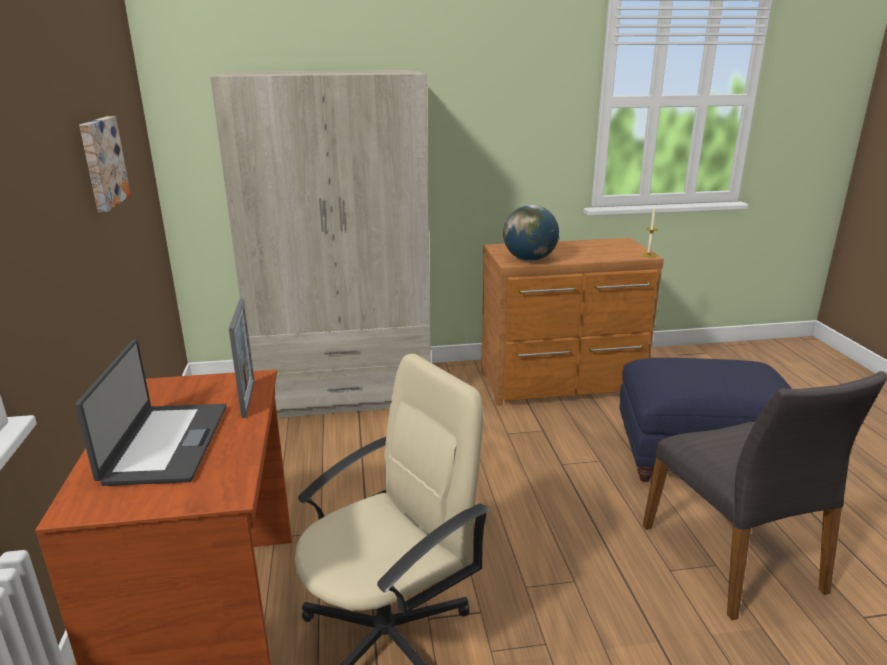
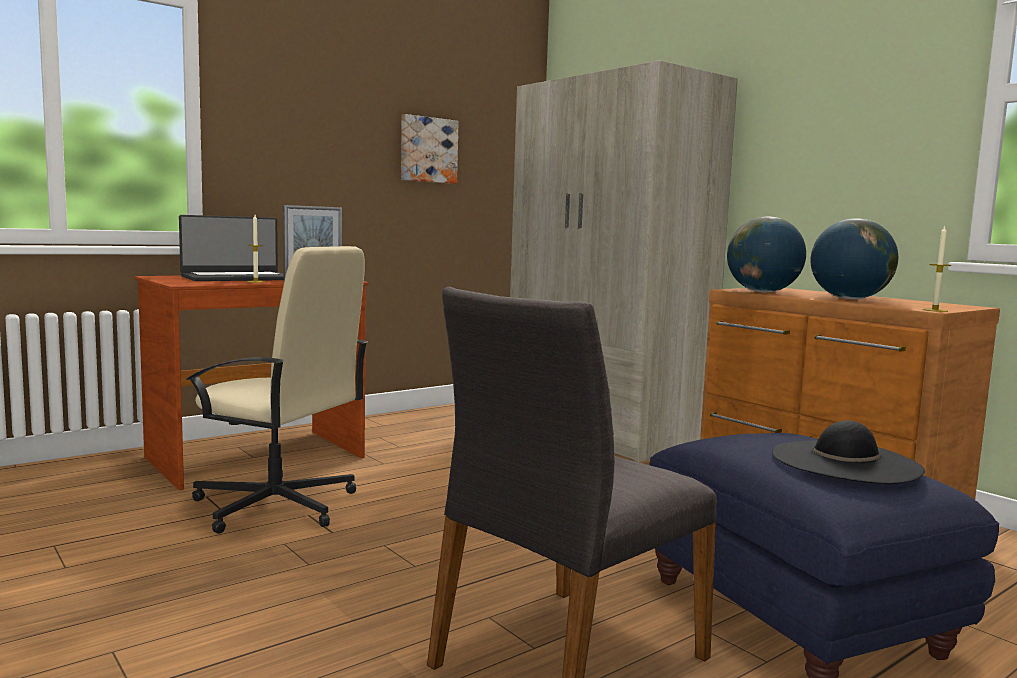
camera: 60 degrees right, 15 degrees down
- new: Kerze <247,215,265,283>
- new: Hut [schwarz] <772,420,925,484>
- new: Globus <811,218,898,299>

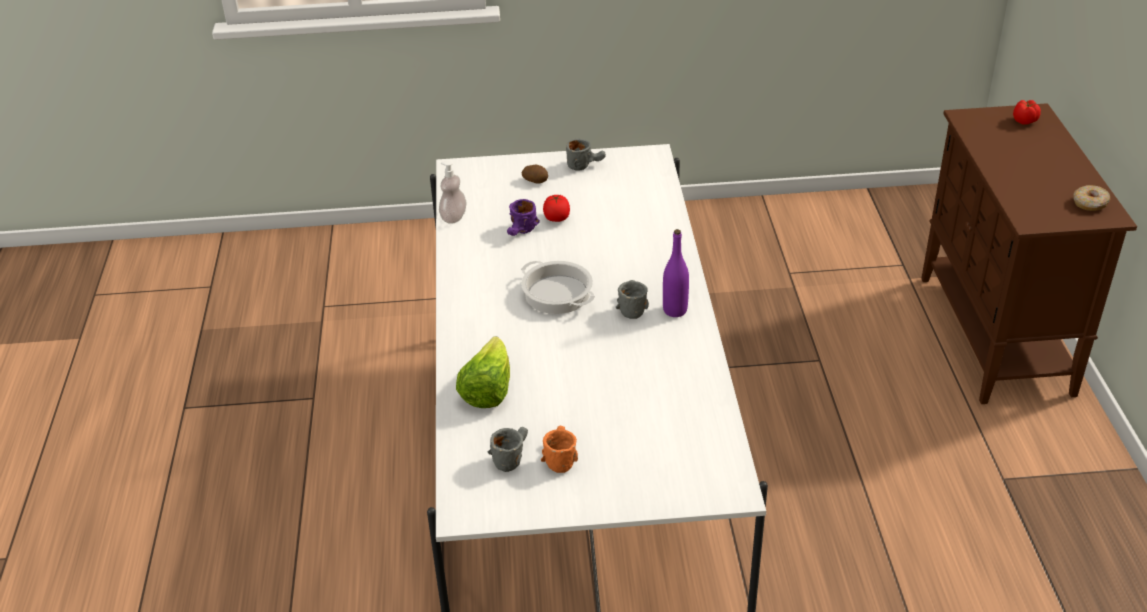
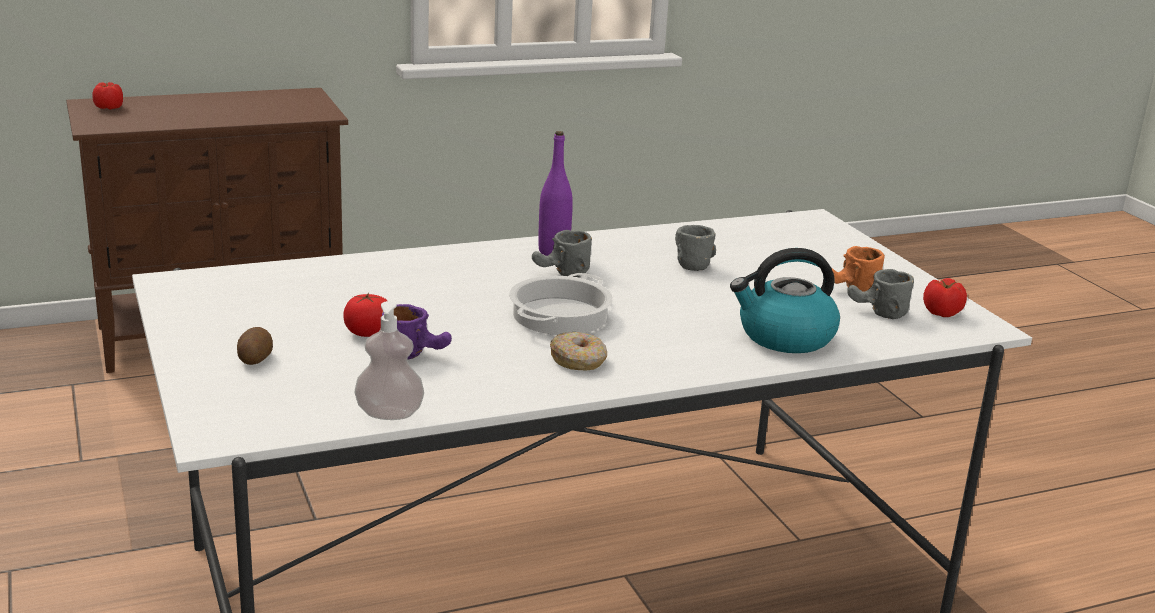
camera: 110 degrees left, 15 degrees down
- shifted: Donut <1073,185,1110,211> to <550,332,607,370>
- shifted: Henkelbecher [grau] <566,139,606,171> to <675,225,716,271>
- swapped: Salatkopf <456,336,510,408> to Wasserkessel <730,248,840,353>
- new: Tomate <923,278,967,317>

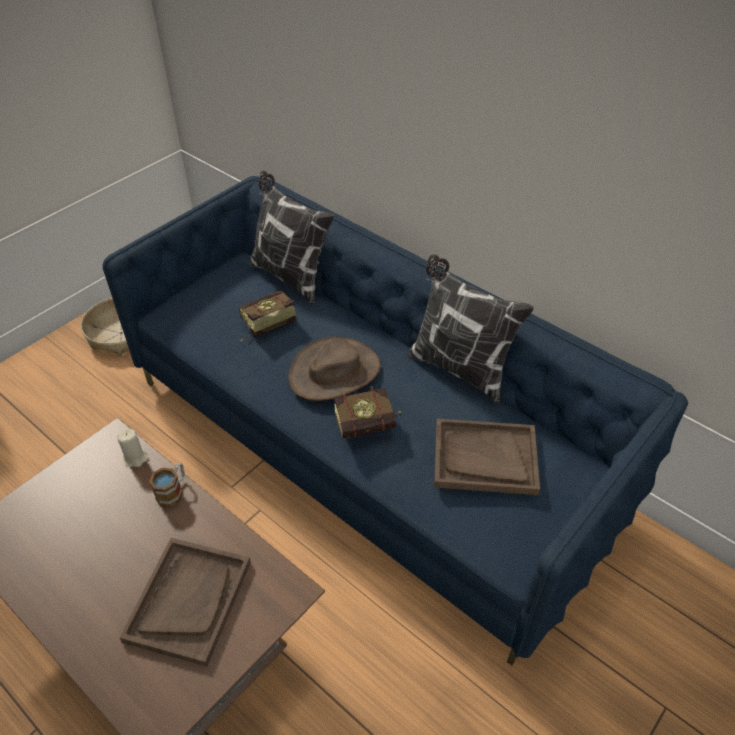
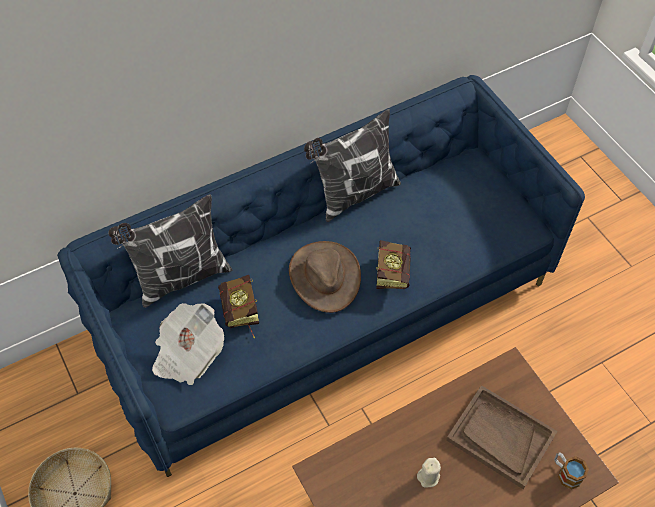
camera: 70 degrees left, 10 degrees up
- new: Zeitung <152,303,224,385>
- shifted: Kerze [beige] <118,429,149,467> to <417,458,441,487>
- shifted: Henkelbecher <149,463,185,508> to <554,452,589,489>
- gone: Tablett [braun] <434,418,540,495>

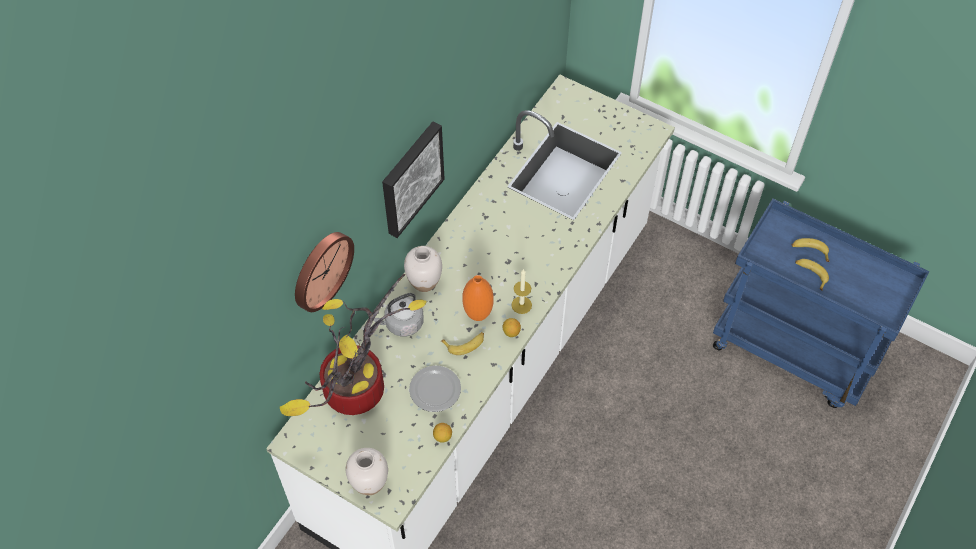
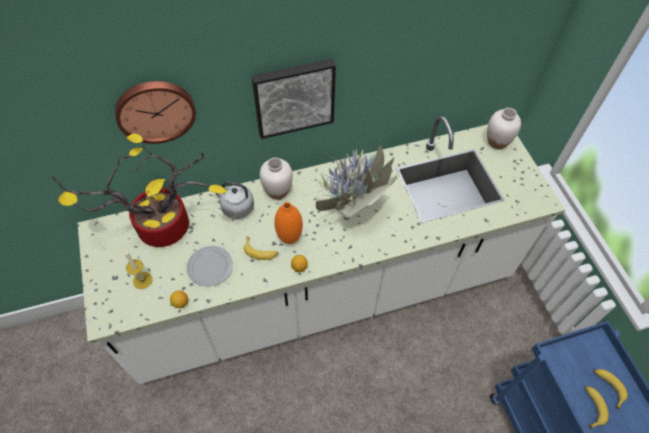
camera: 40 degrees right, 0 degrees up
- shifted: Kerze <512,269,532,314> to <124,250,153,289>
- new: Topfpflanze <303,140,397,218>
- shifted: Vase [weiß] <346,448,388,495> to <487,108,521,149>

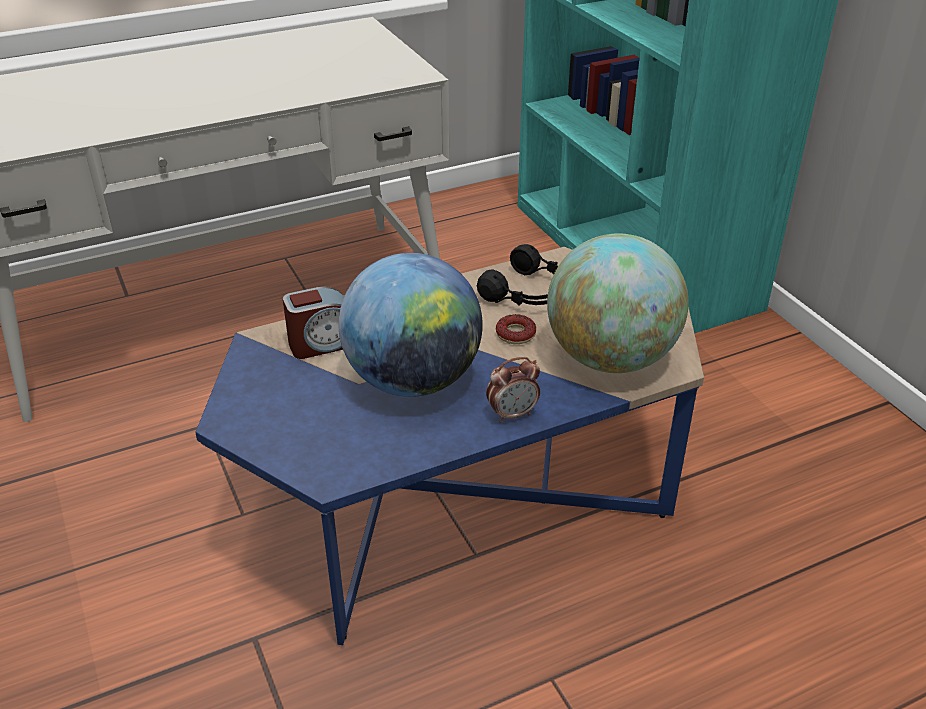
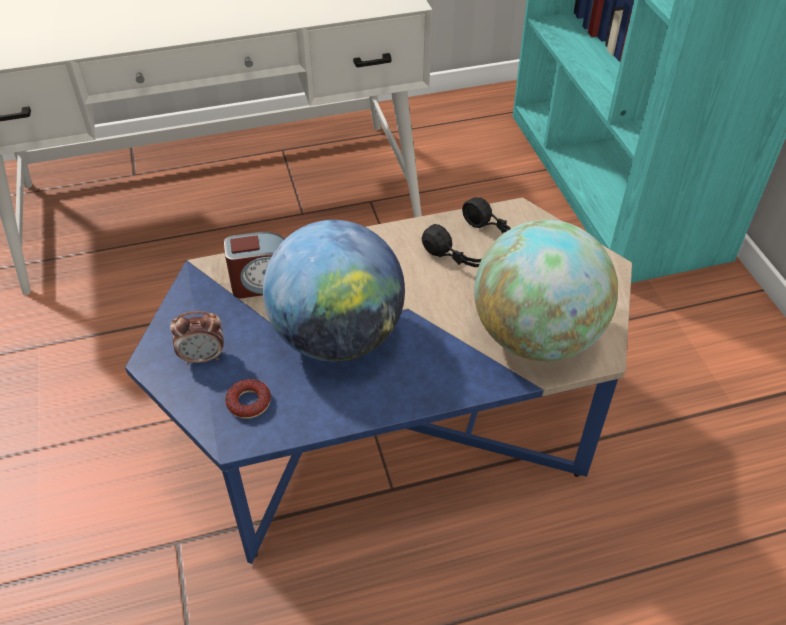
camera: 10 degrees right, 10 degrees up
- shifted: Wecker <486,357,540,423> to <170,311,224,365>
- shifted: Donut <496,314,536,344> to <225,379,271,419>

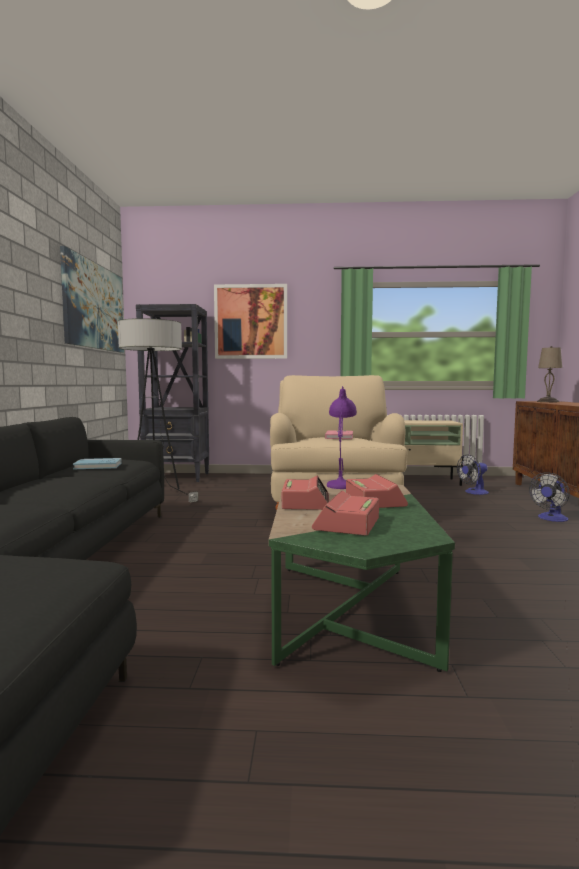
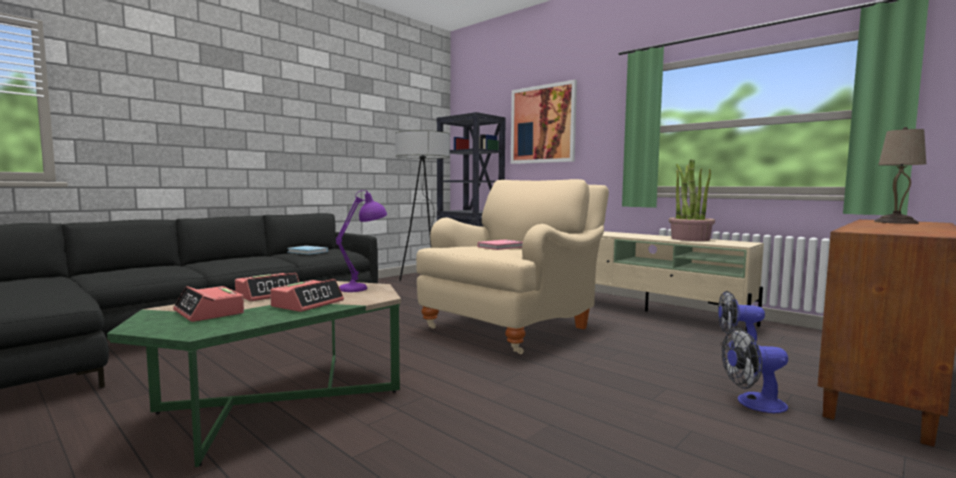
camera: 40 degrees right, 0 degrees up
- rotated: Wecker <312,490,379,536> = <173,286,244,322> 105 degrees counterclockwise
- new: Topfpflanze <669,159,715,241>
- gone: Bild <60,246,124,353>

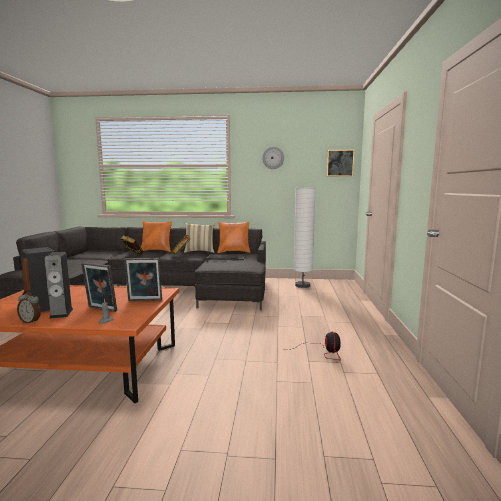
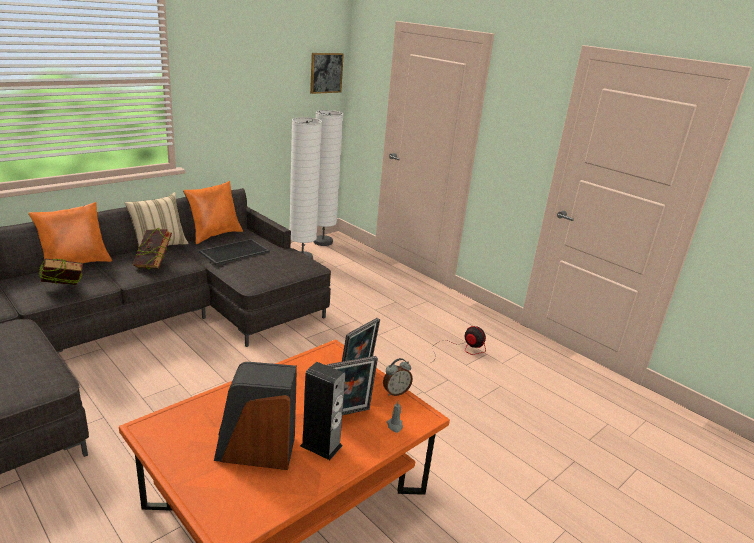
camera: 50 degrees left, 15 degrees up
- new: Stehlampe [weiß] <314,110,344,246>
- shifted: Wecker <17,290,41,324> to <383,358,413,396>
- gone: Wanduhr <262,147,284,169>

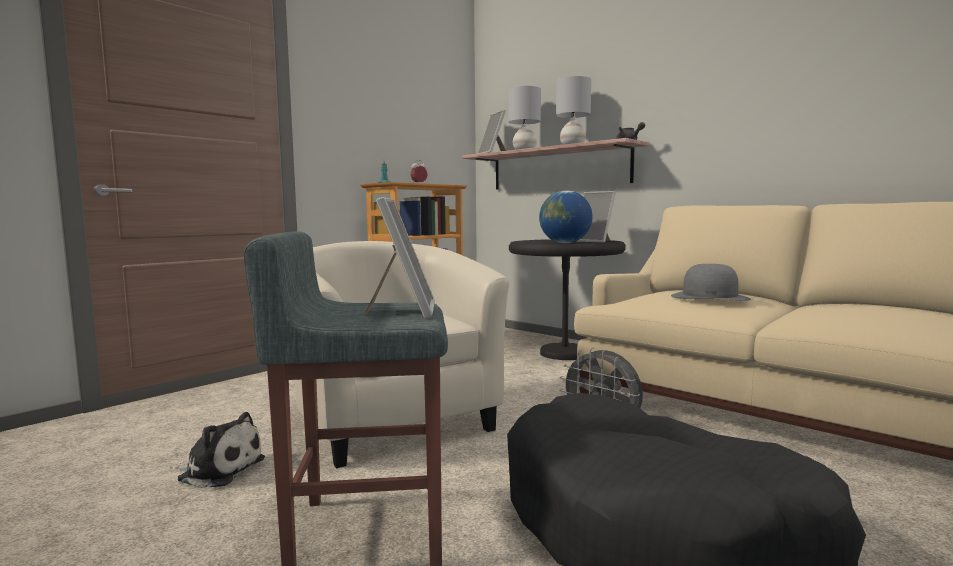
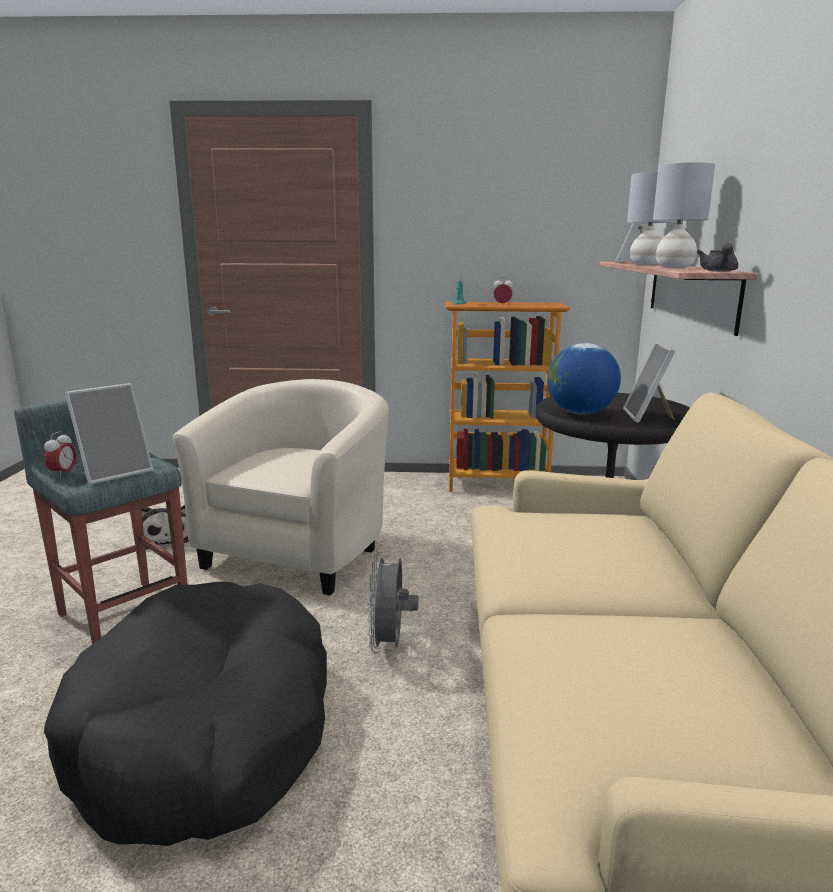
camera: 50 degrees right, 10 degrees up
- new: Wecker <44,431,77,478>
- gone: Hut [grau] <671,264,751,301>

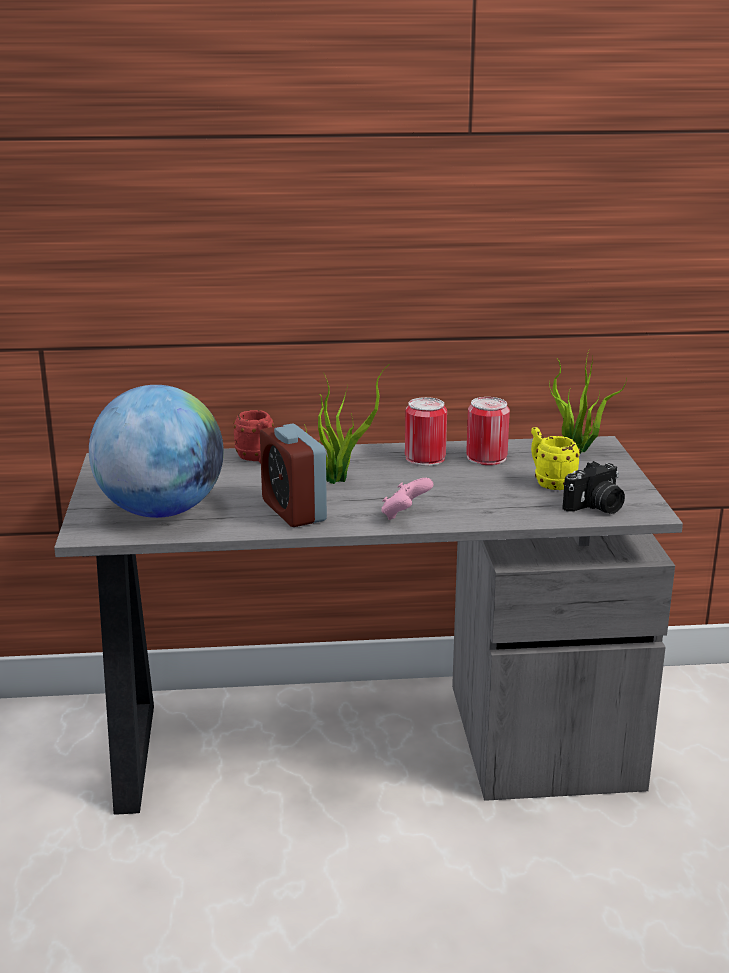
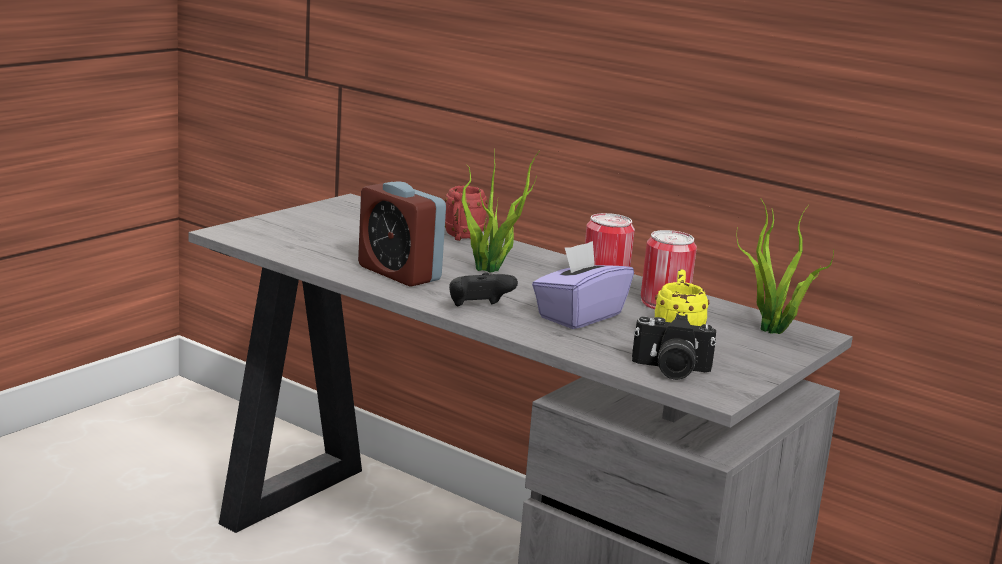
camera: 40 degrees right, 5 degrees down
- rotated: Wecker <260,423,327,527> = <358,181,446,287> 60 degrees counterclockwise
- repainted: Gamepad [rosa] <381,478,433,520> to Gamepad [schwarz] <449,273,518,306>
- new: Taschentuchbox [lila] <532,241,634,329>
- gone: Globus <89,385,224,518>

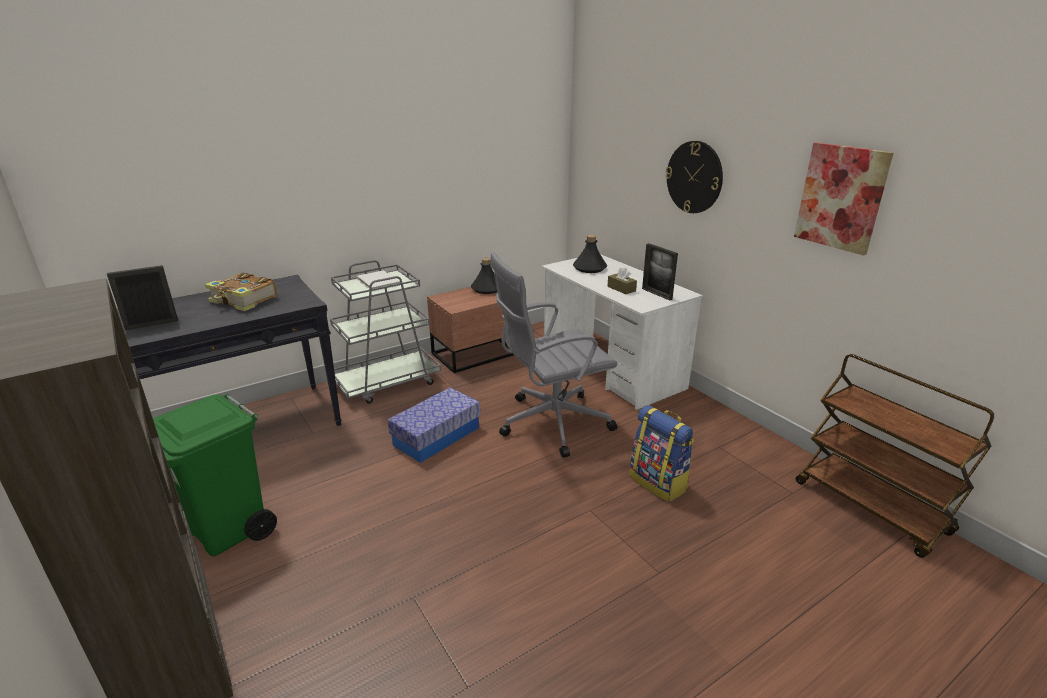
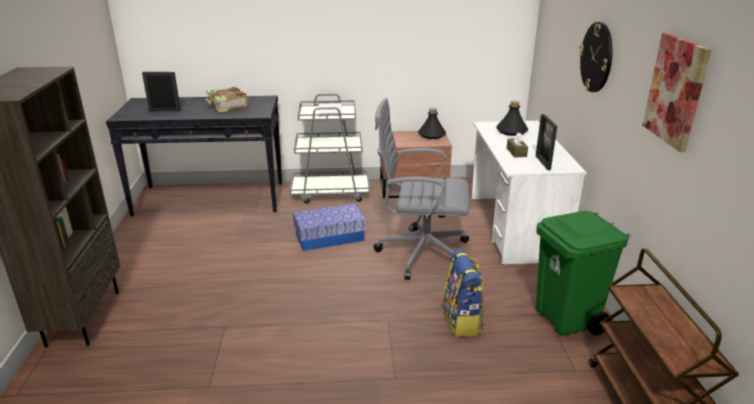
camera: 30 degrees right, 0 degrees up
- shifted: Mülleimer [grün] <153,394,277,556> to <536,211,631,336>

